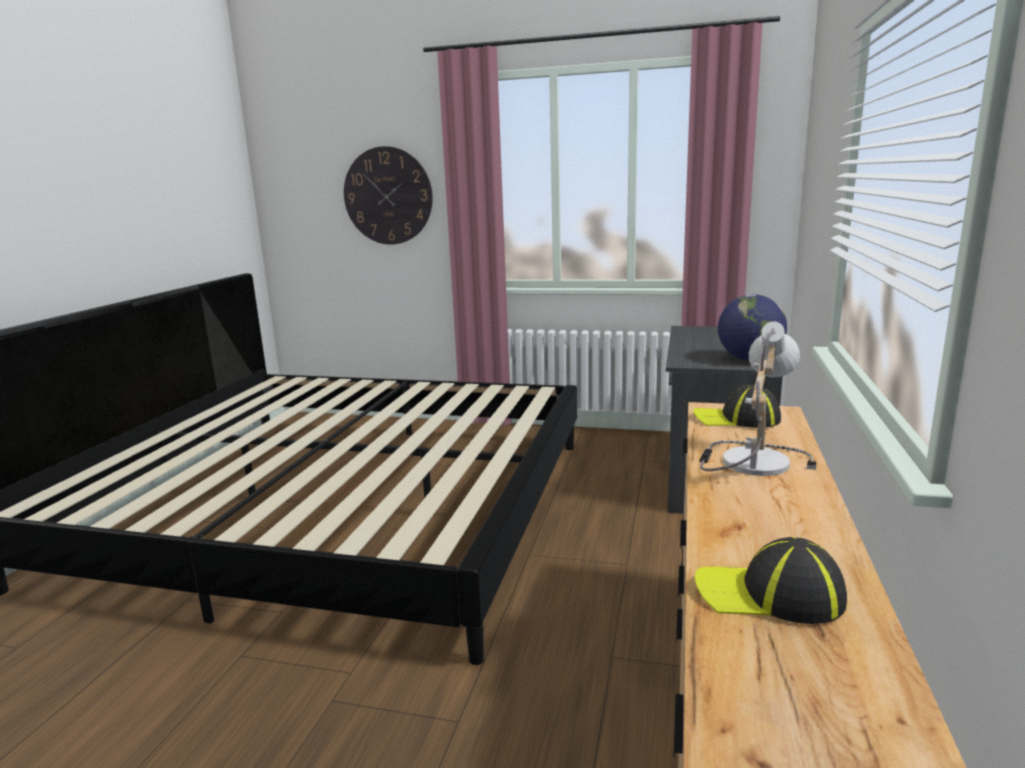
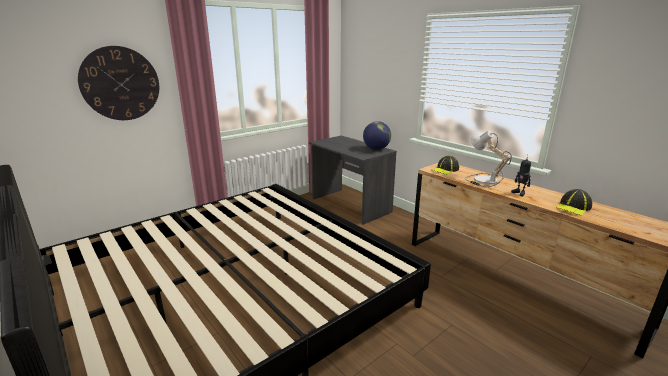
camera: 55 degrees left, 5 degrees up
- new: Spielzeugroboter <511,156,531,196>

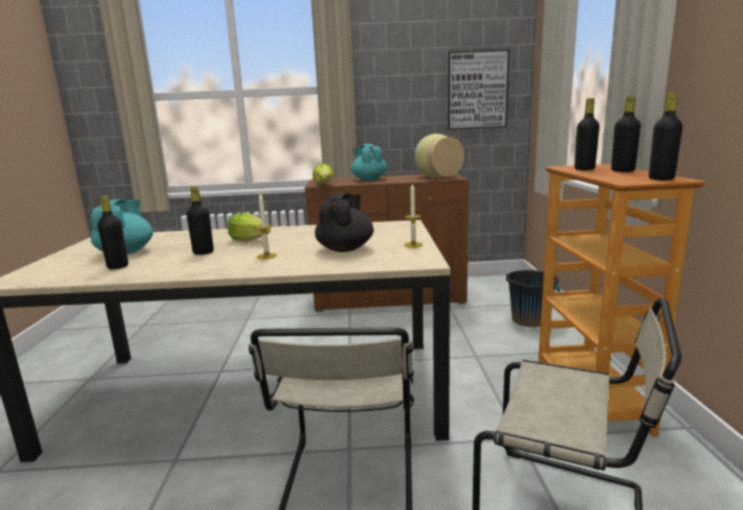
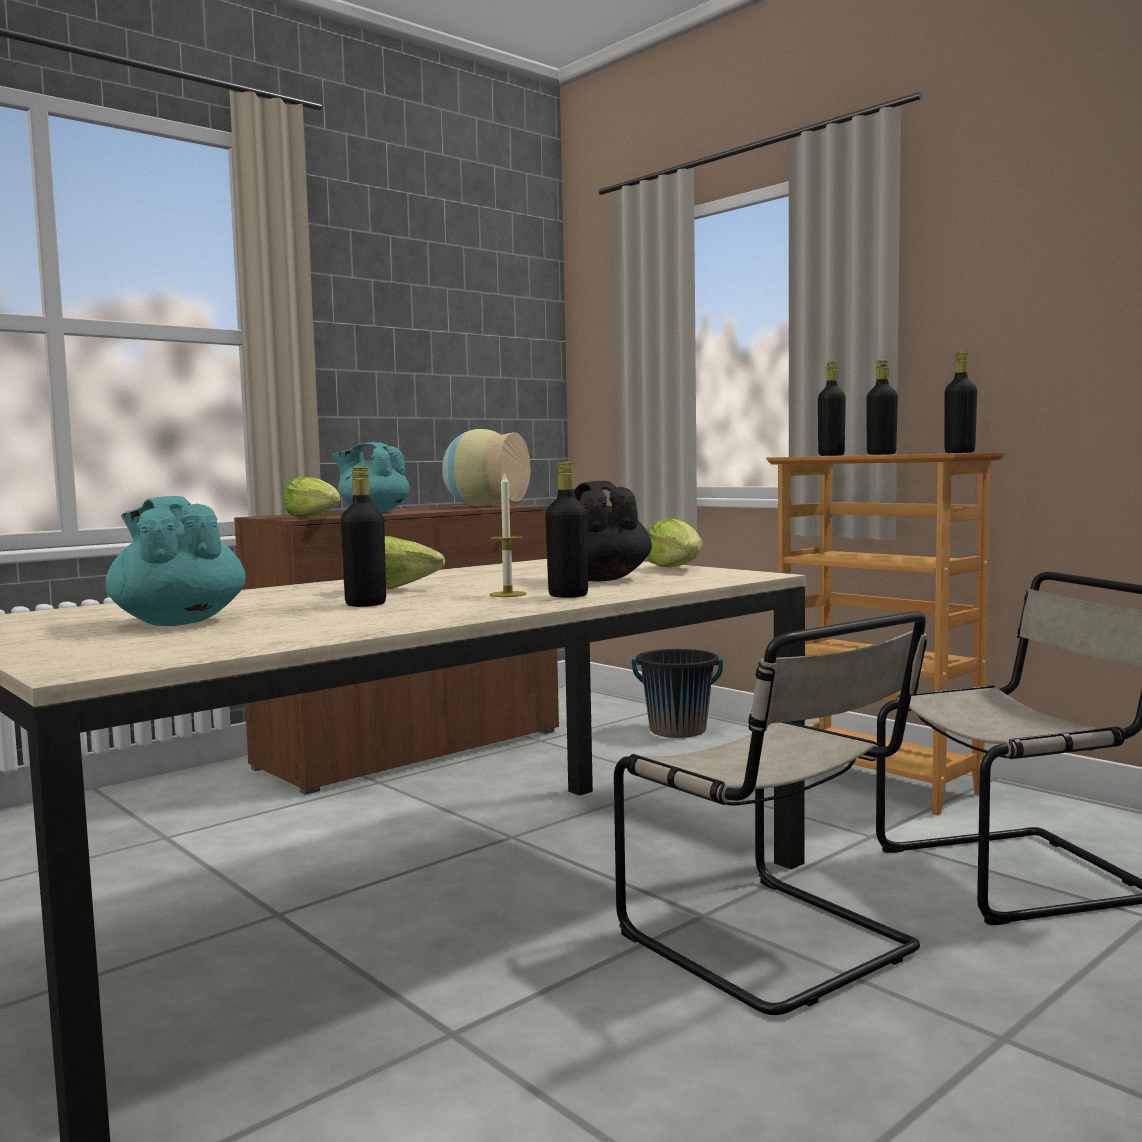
camera: 40 degrees left, 10 degrees down
- shifted: Flasche [schwarz] <97,196,128,269> to <545,462,588,598>
- swapped: Kerze <404,183,423,248> to Salatkopf <647,518,702,567>
- gone: Bild <448,50,509,129>

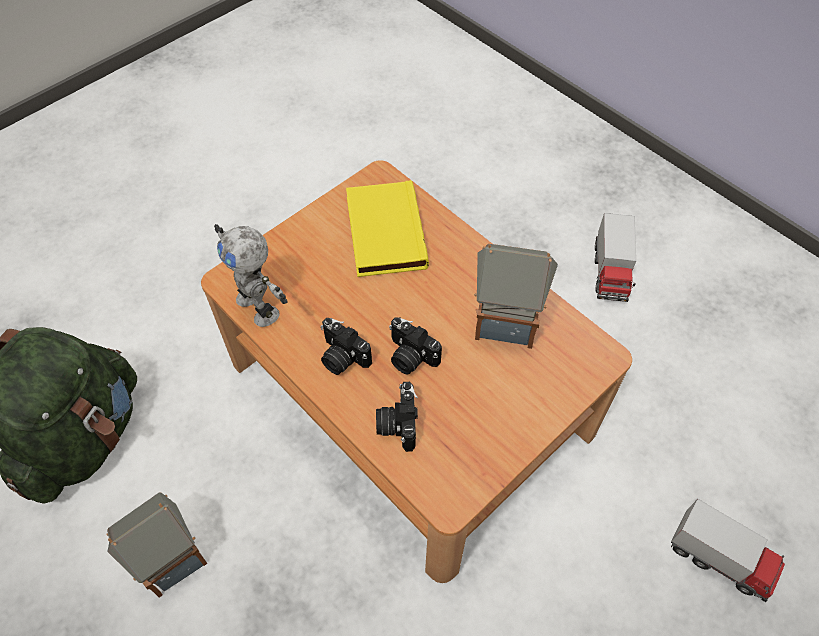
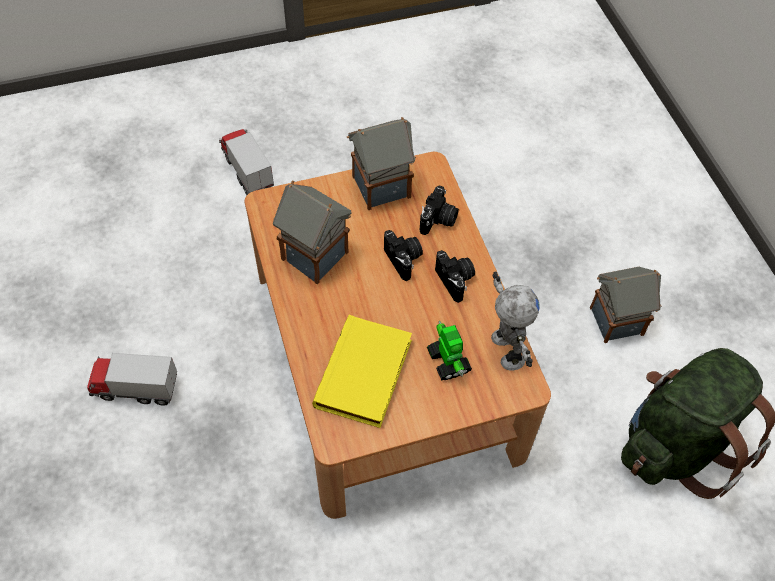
camera: 155 degrees left, 0 degrees up
- rotated: Spielzeuglaster <595,213,636,302> = <87,353,177,406> 120 degrees counterclockwise
- new: Spielzeughaus <347,117,416,210>
- new: Spielzeugroboter <427,321,472,381>

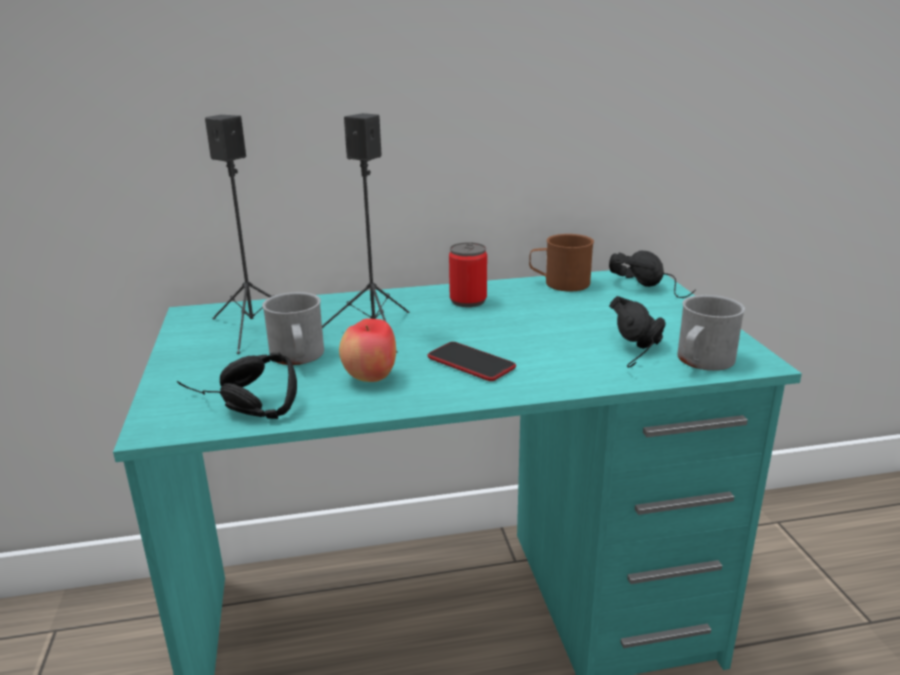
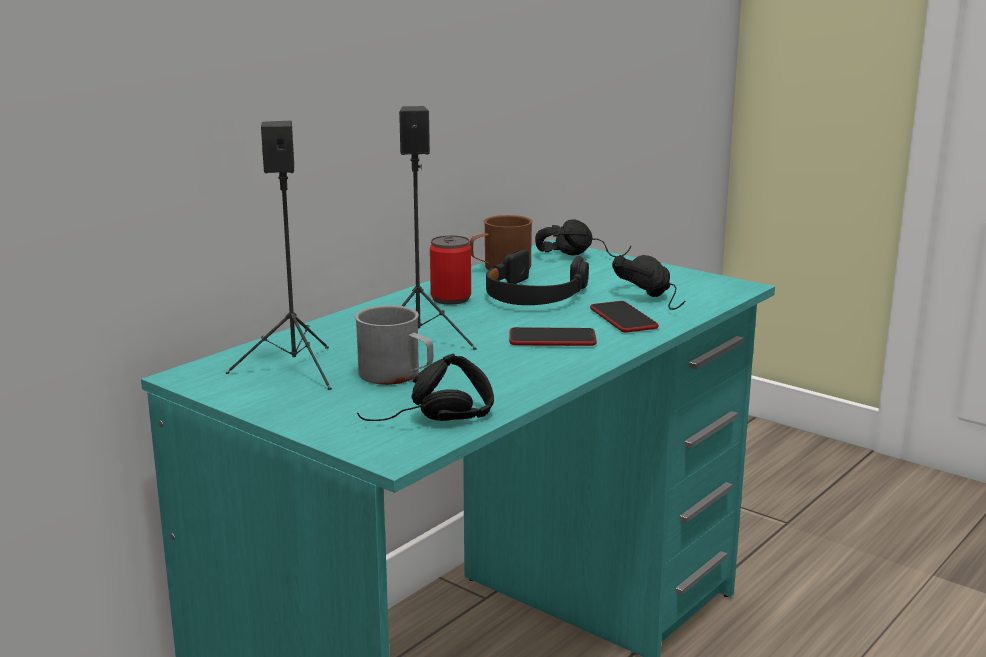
camera: 40 degrees left, 5 degrees down
- new: Kopfhörer [schwarz] <486,249,589,305>
- new: Handy <590,301,659,332>
- gone: Apfel <339,318,396,382>
- gone: Henkelbecher [grau] <677,295,745,371>

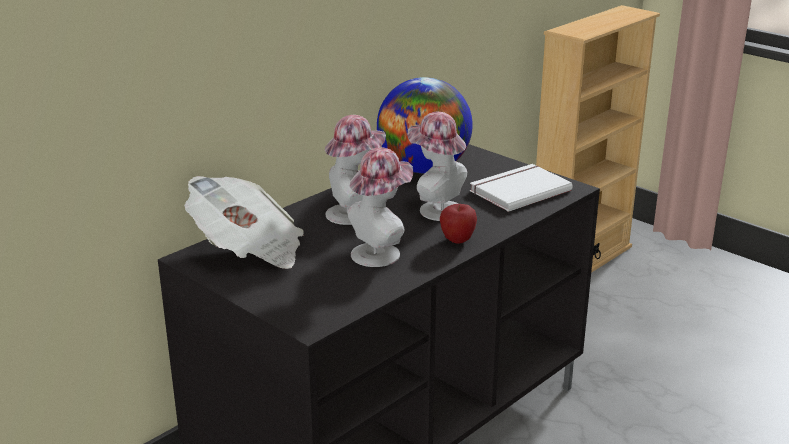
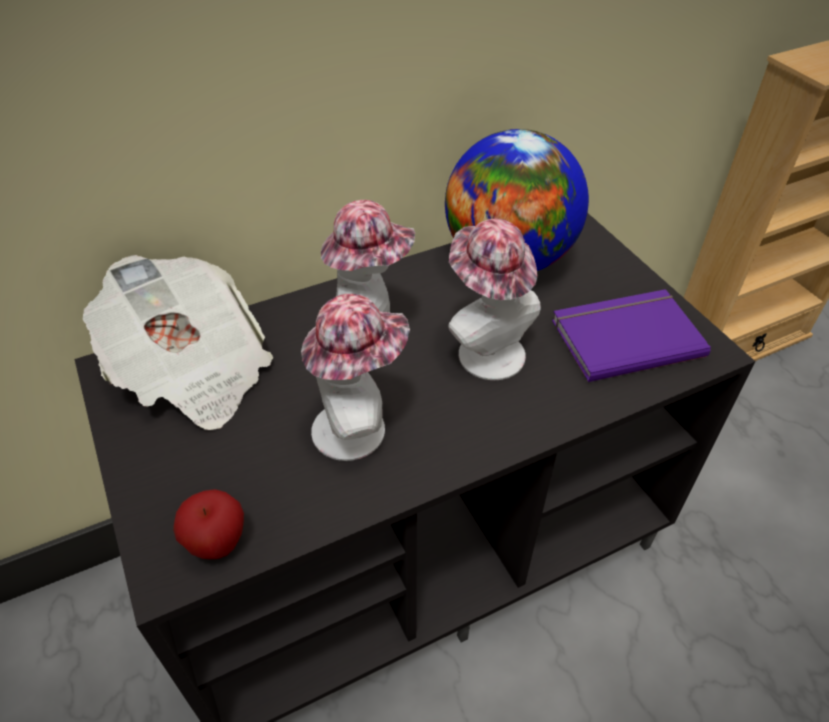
camera: 20 degrees right, 20 degrees up
- shifted: Apfel <440,204,477,244> to <173,489,244,559>
- repainted: Buch [weiß] <470,164,573,212> to Buch [lila] <552,289,711,382>

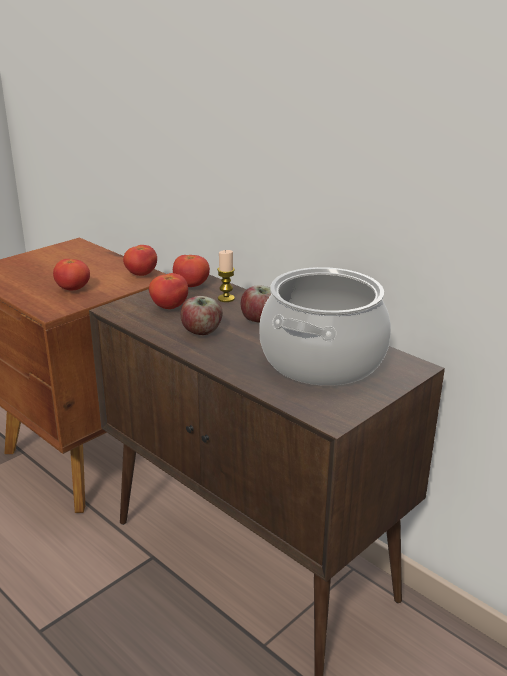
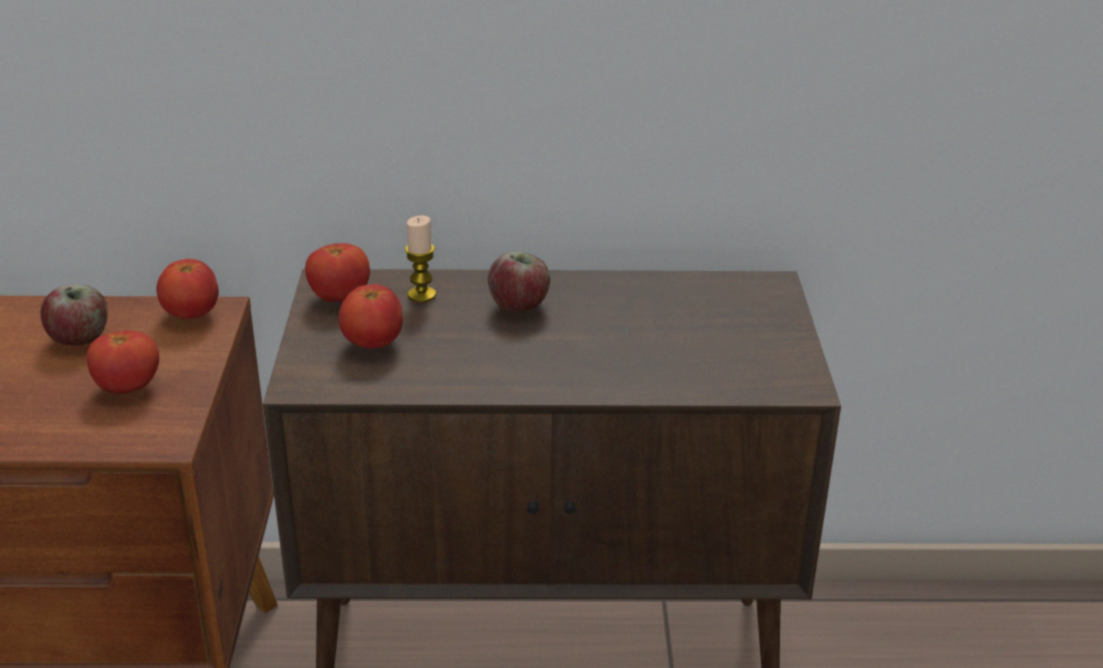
camera: 45 degrees left, 5 degrees up
- shifted: Apfel <181,296,223,335> to <40,284,108,345>
- gone: Kochtopf <259,267,391,386>

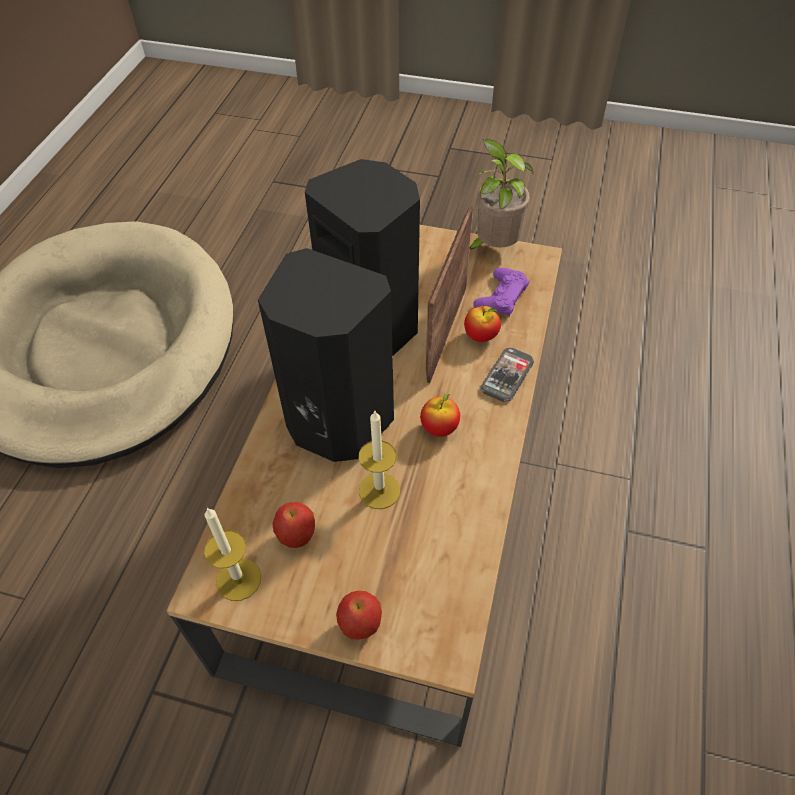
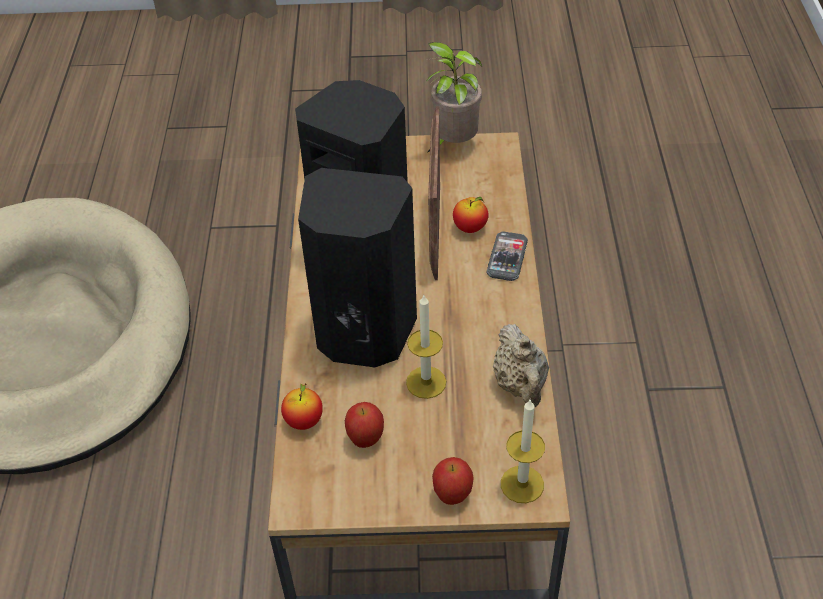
camera: 15 degrees left, 5 degrees down
- shifted: Apfel <420,393,460,437> to <281,383,323,430>
- new: Teekanne [beige] <493,324,549,407>
- shifted: Kerze <204,507,261,601> to <501,400,545,503>
- gone: Gamepad [lila] <473,268,530,316>

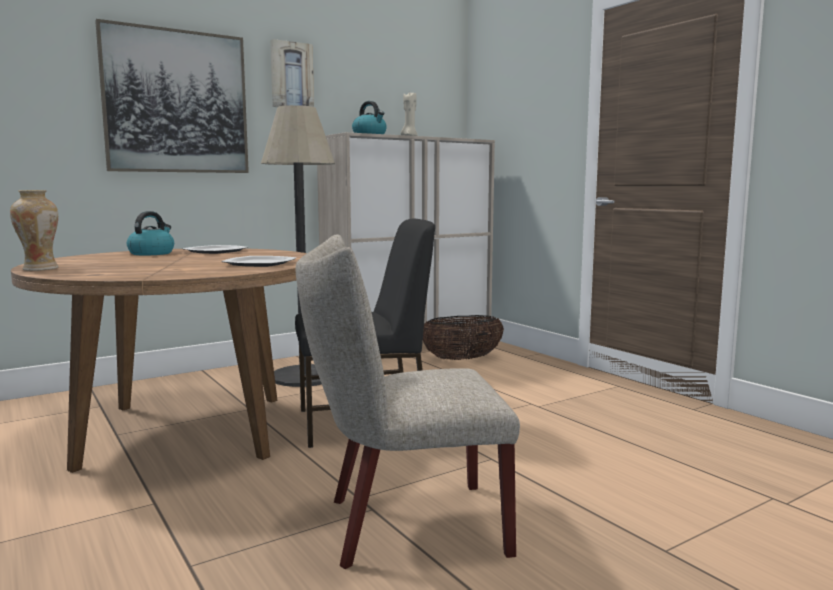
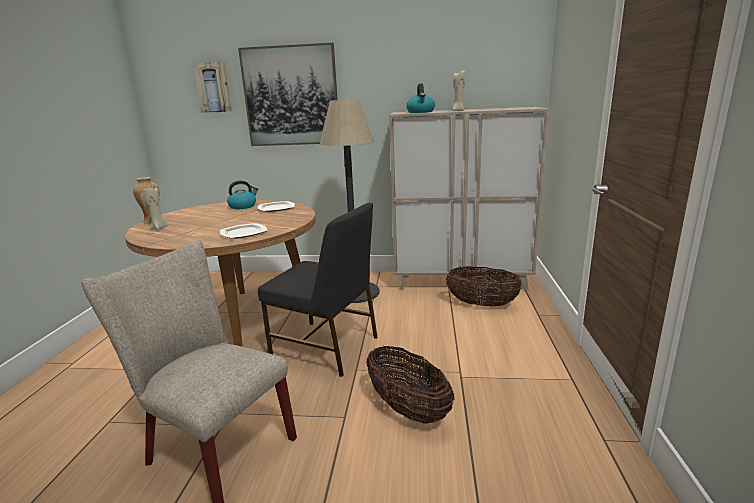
camera: 40 degrees right, 10 degrees up
- new: Kerze [beige] <143,188,167,230>
- shifted: Bild <270,39,314,107> to <193,62,232,113>
- new: Korb <366,346,454,424>

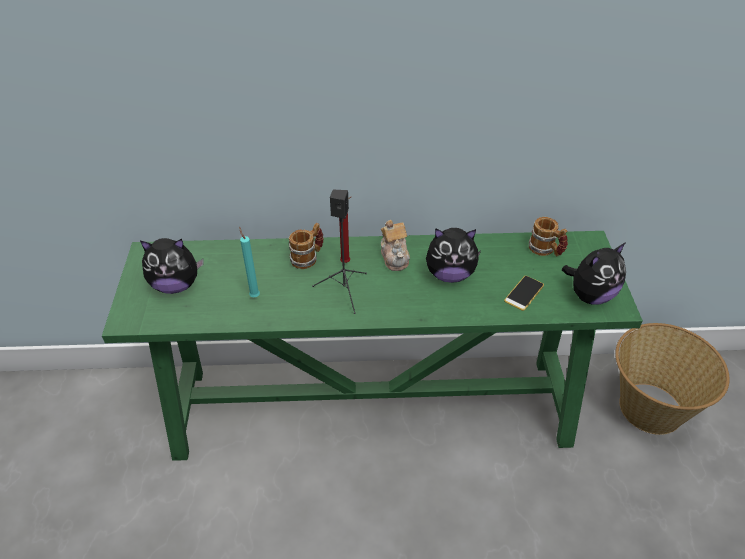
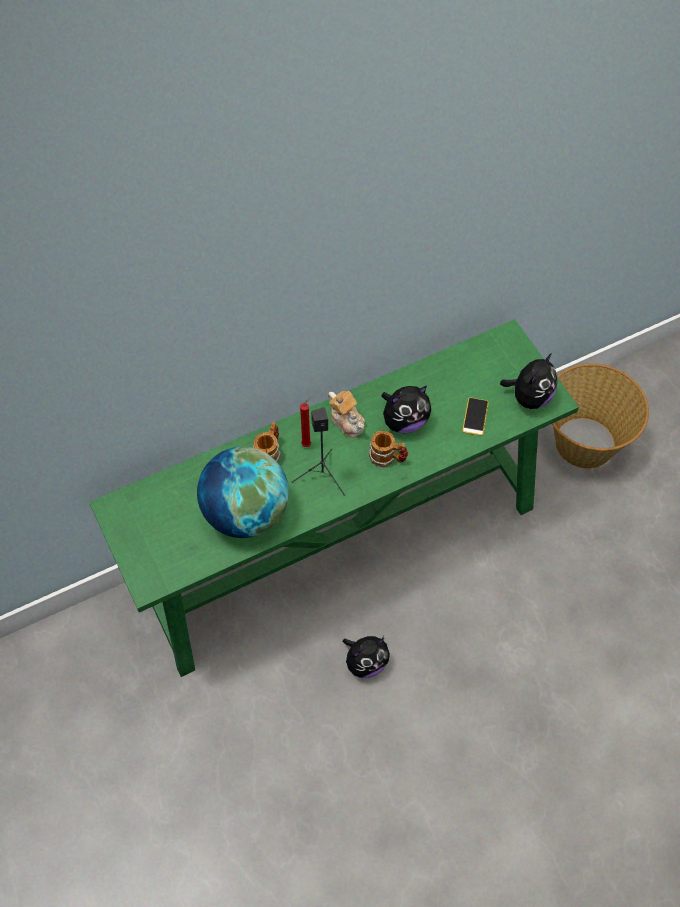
camera: 25 degrees left, 15 degrees up
- swapped: Kerze [türkis] <239,227,260,297> to Globus <197,447,289,538>
- shifted: Plüschtier <140,238,204,294> to <343,636,390,678>
- shifted: Henkelbecher <529,217,568,257> to <369,431,408,467>

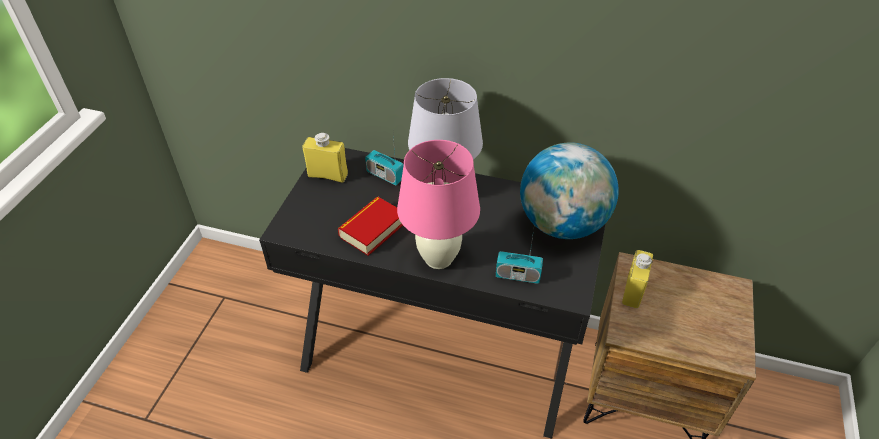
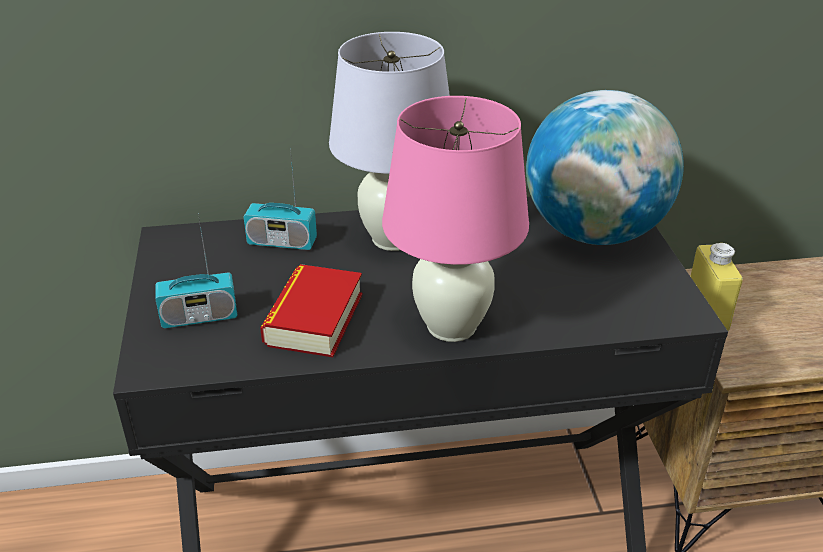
camera: 25 degrees left, 10 degrees down
- shifted: Radio <496,229,543,284> to <155,213,237,328>
- gone: Flasche [gelb] <302,133,348,183>

